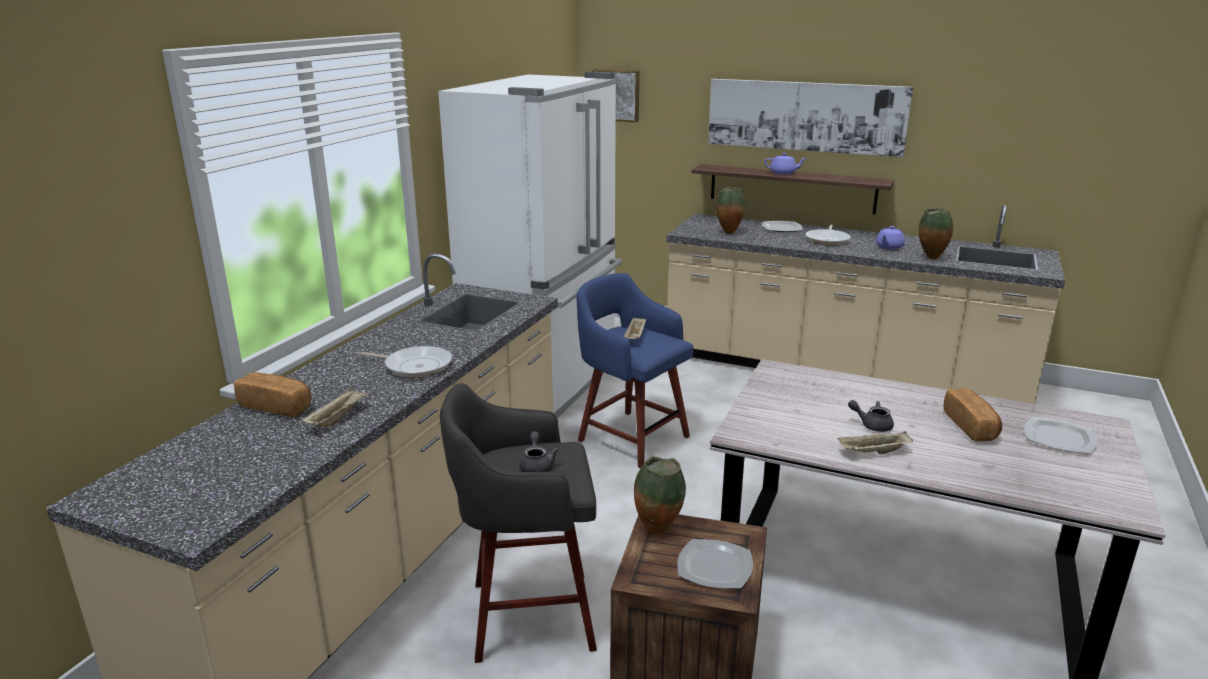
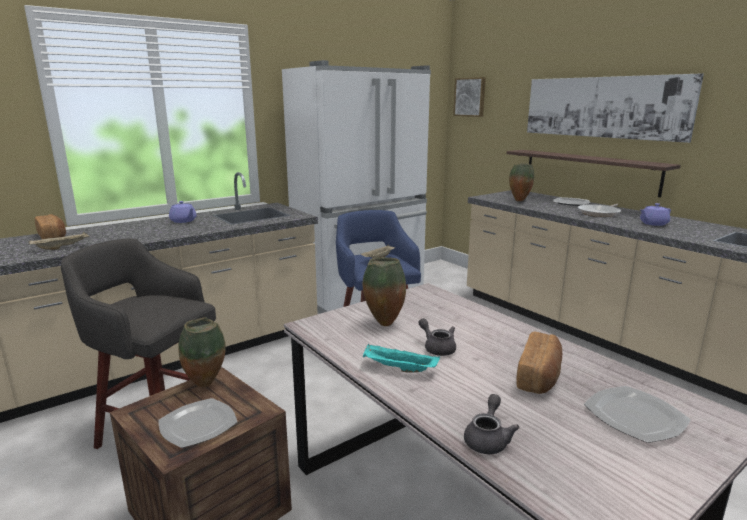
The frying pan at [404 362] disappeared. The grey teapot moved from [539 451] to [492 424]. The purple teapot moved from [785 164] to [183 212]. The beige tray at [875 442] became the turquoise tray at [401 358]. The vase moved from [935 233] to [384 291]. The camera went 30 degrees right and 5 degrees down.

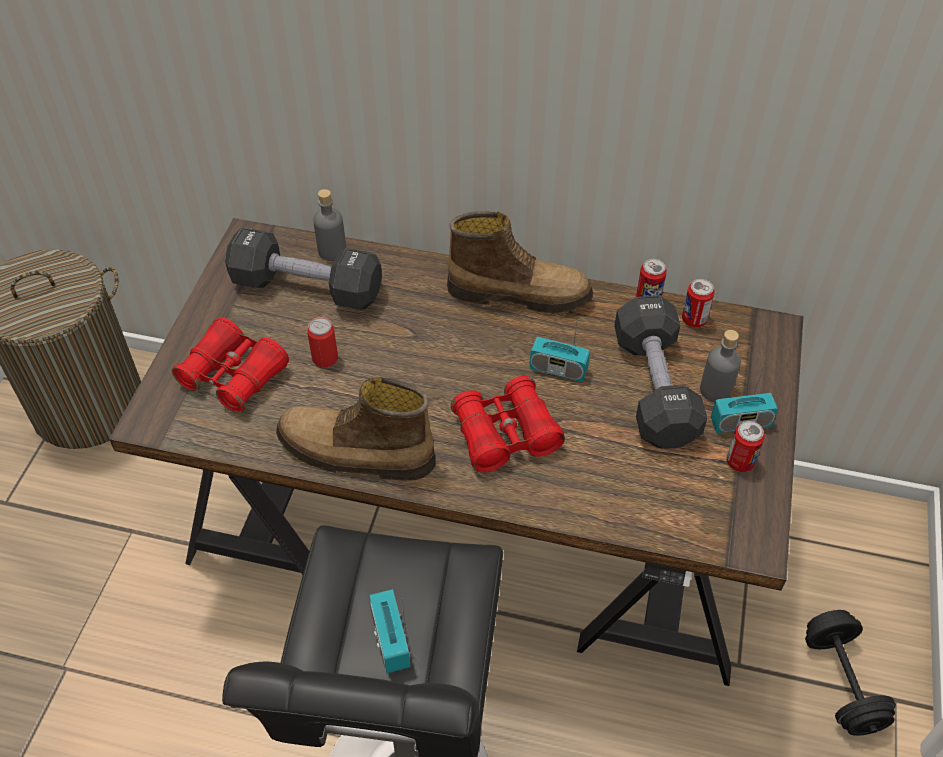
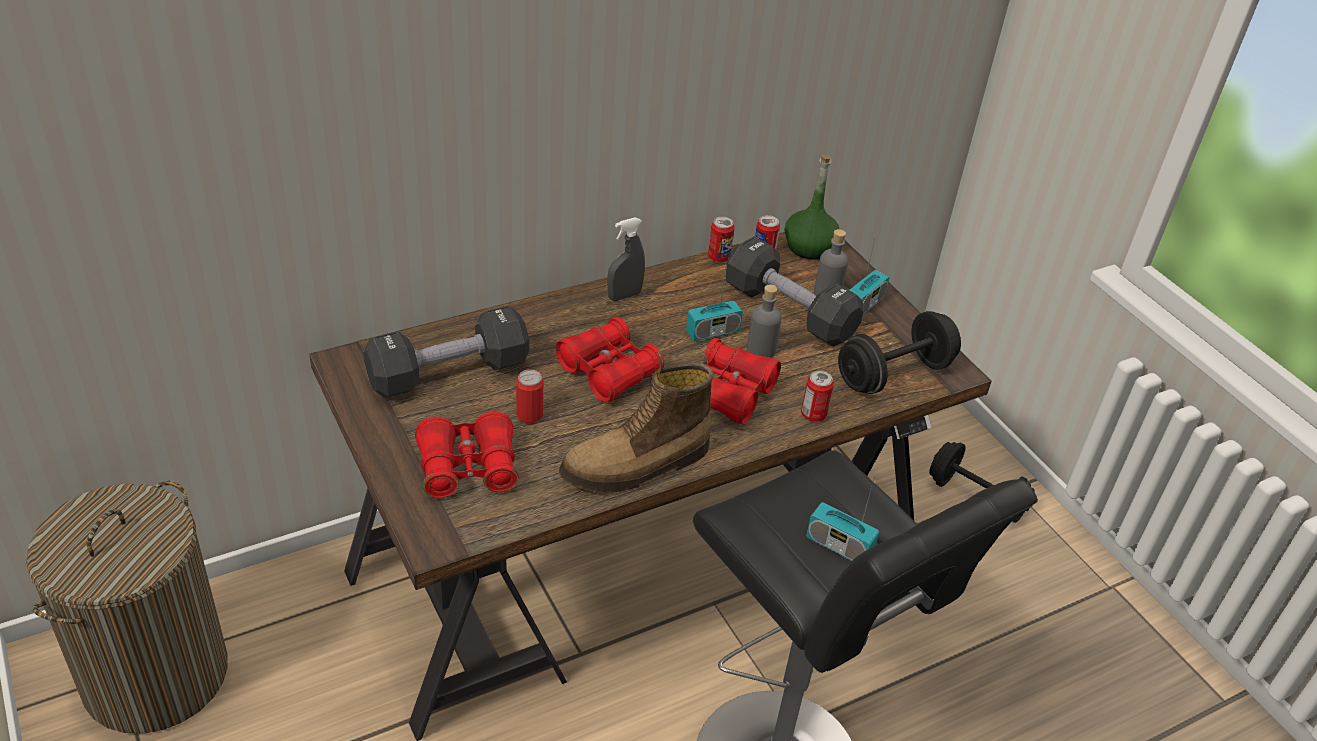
The grey bottle moved from [329 225] to [764 321]. The boot at [520 262] was replaced by the grey spray bottle at [626 259]. The can moved from [746 446] to [817 396]. The red binoculars at [610 360] appeared. The green bottle at [811 207] appeared. The black dumbbell at [899 352] appeared. The camera went 45 degrees left and 10 degrees down.

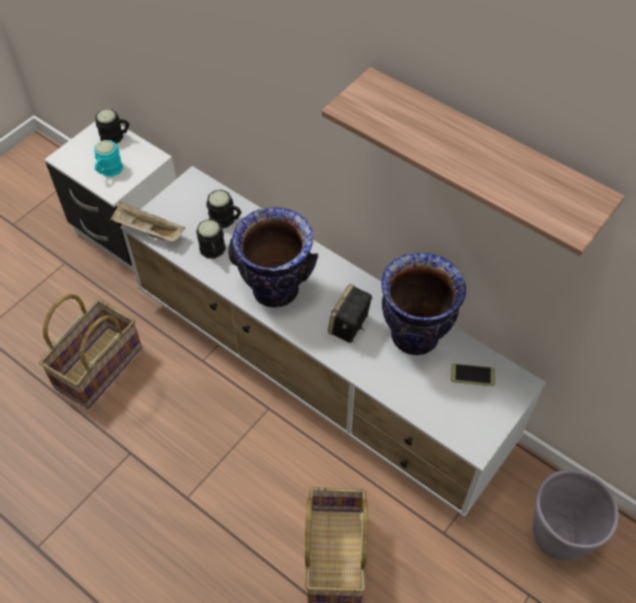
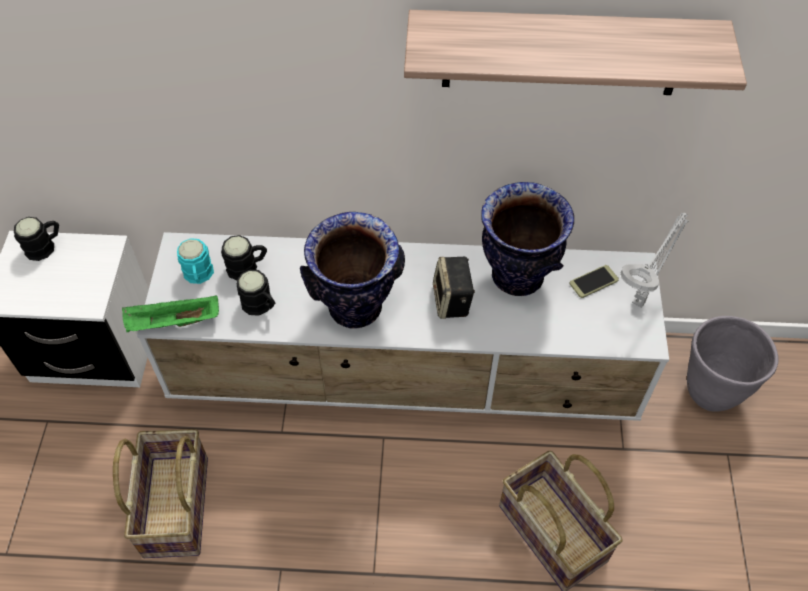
The turquoise mug moved from [108 158] to [195 261]. The beige tray at [147 221] became the green tray at [170 314]. The grey table lamp at [654 260] appeared. The camera went 35 degrees left and 0 degrees up.

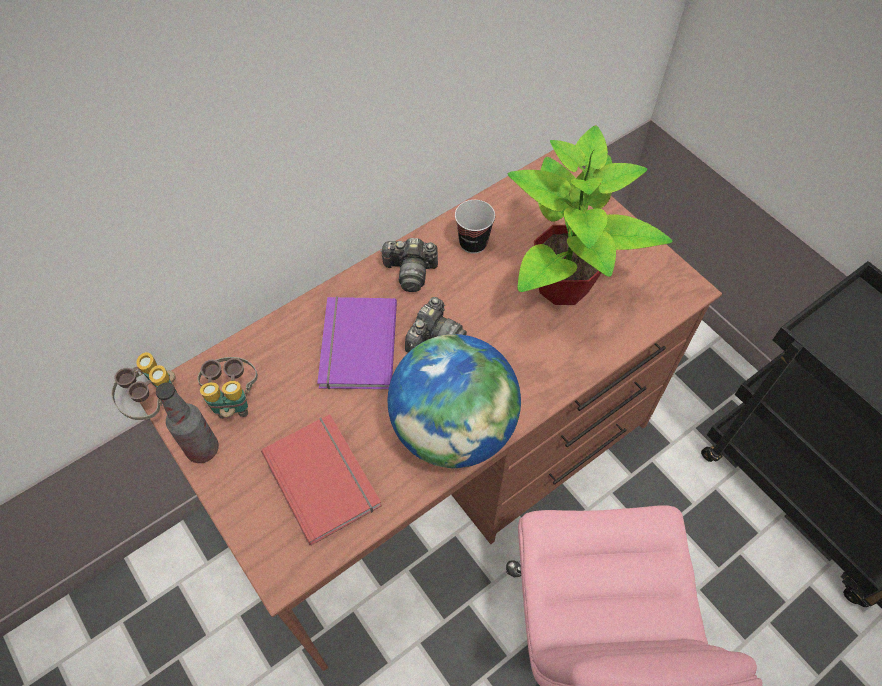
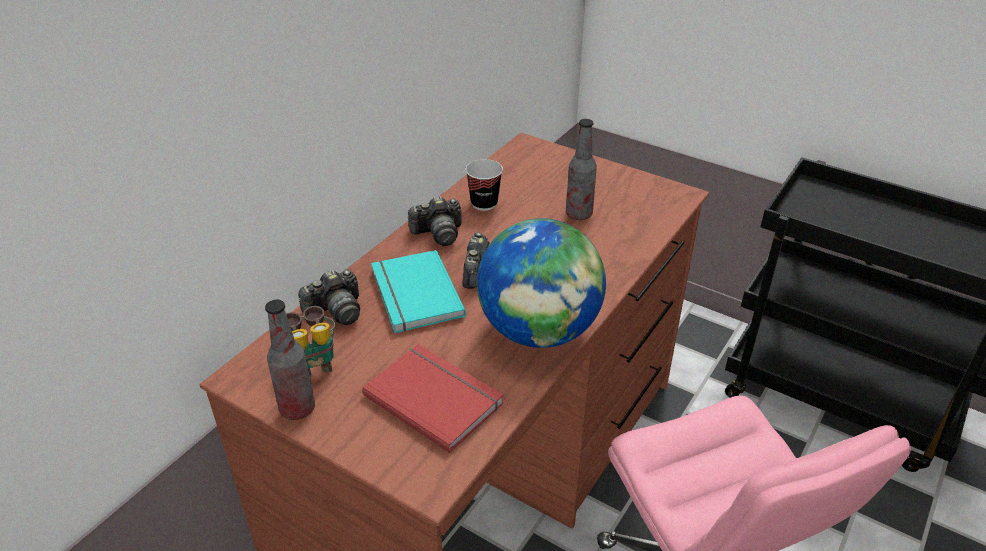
The binoculars at [144 386] disappeared. The purple book at [357 343] became the turquoise book at [418 291]. The potted plant at [590 215] was replaced by the bottle at [581 169]. The photo camera at [329 297] appeared. The camera went 20 degrees left and 20 degrees down.

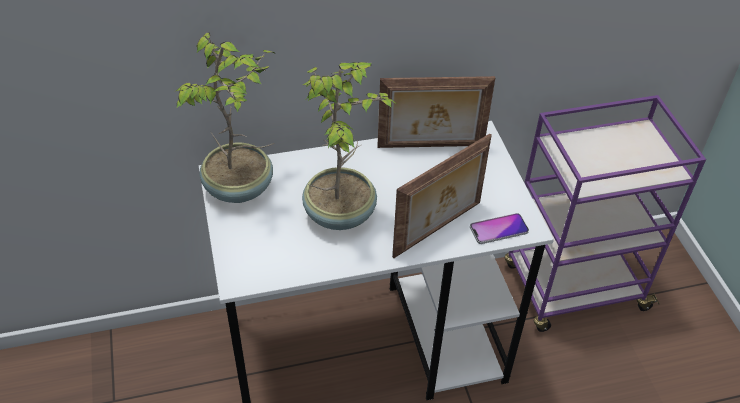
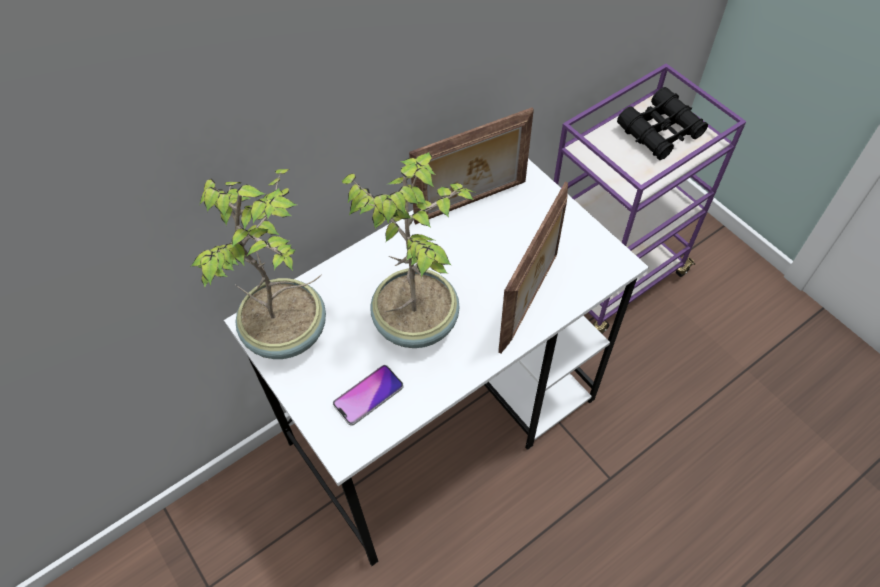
The phone moved from [499 228] to [368 395]. The black binoculars at [662 123] appeared. The camera went 20 degrees left and 10 degrees up.

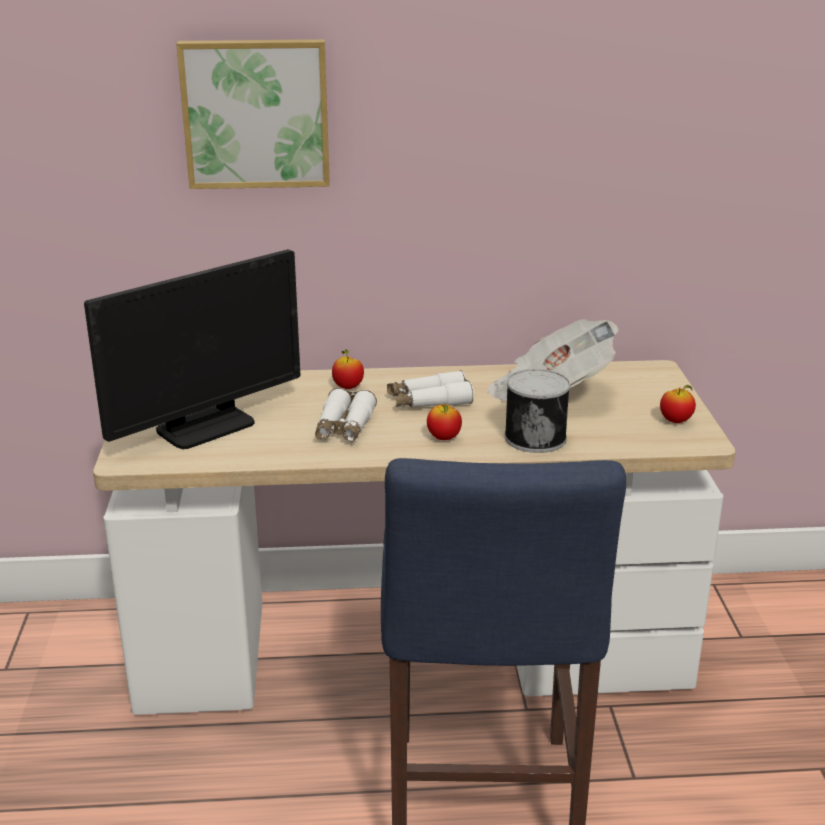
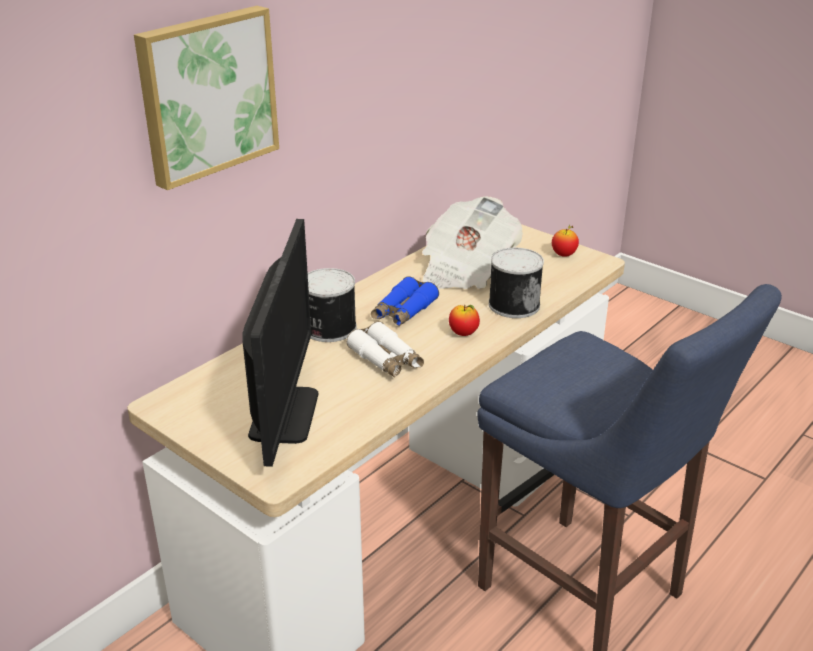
The apple at [348 369] was replaced by the can at [332 305]. The white binoculars at [430 389] became the blue binoculars at [405 301]. The camera went 45 degrees left and 5 degrees up.

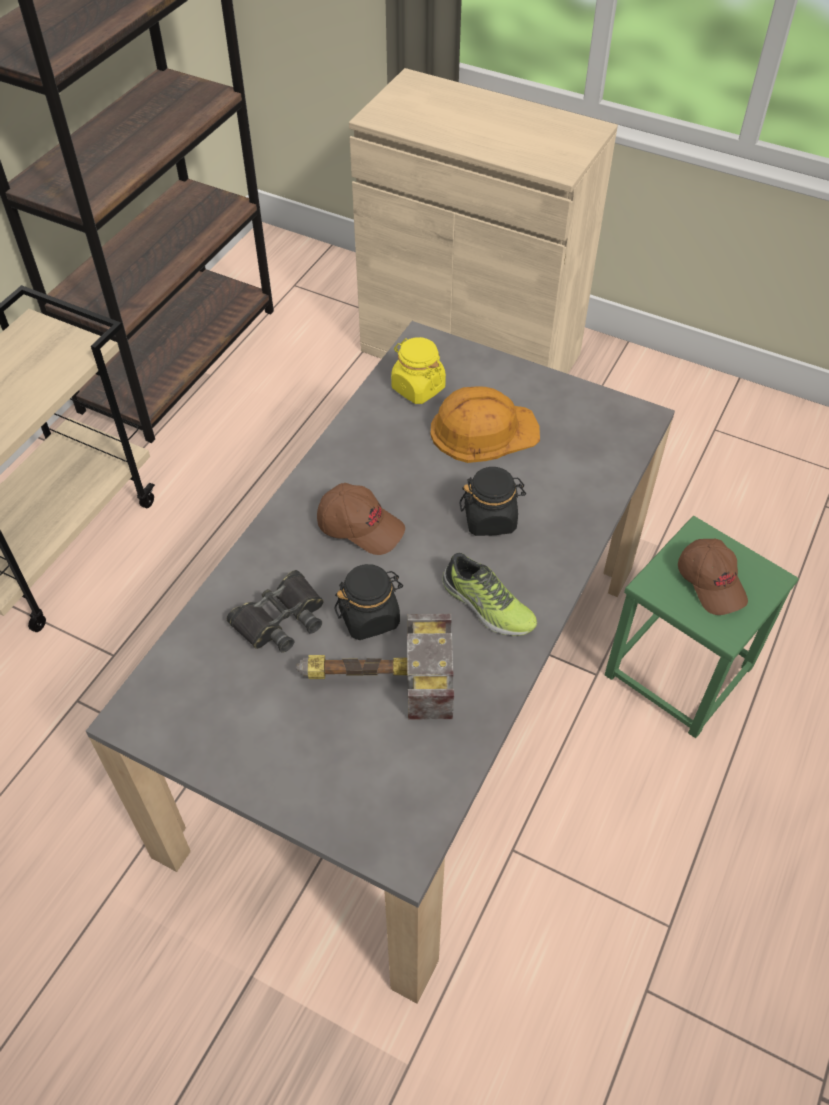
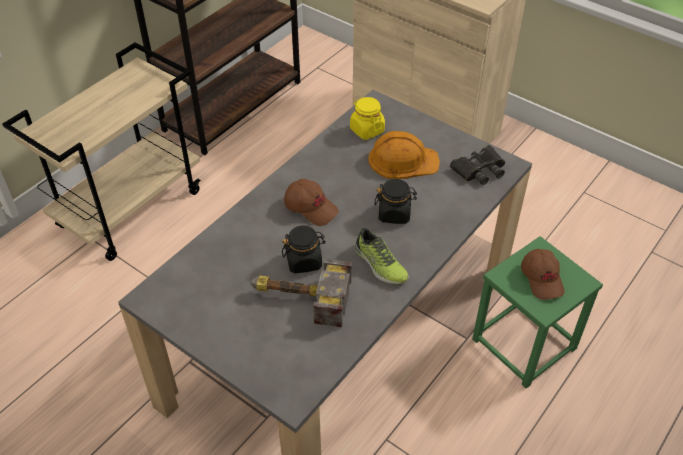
The black binoculars moved from [275 611] to [477 165]. The camera went 10 degrees right and 5 degrees down.

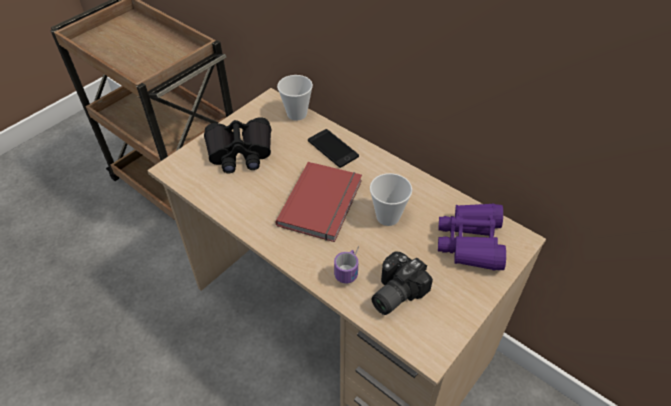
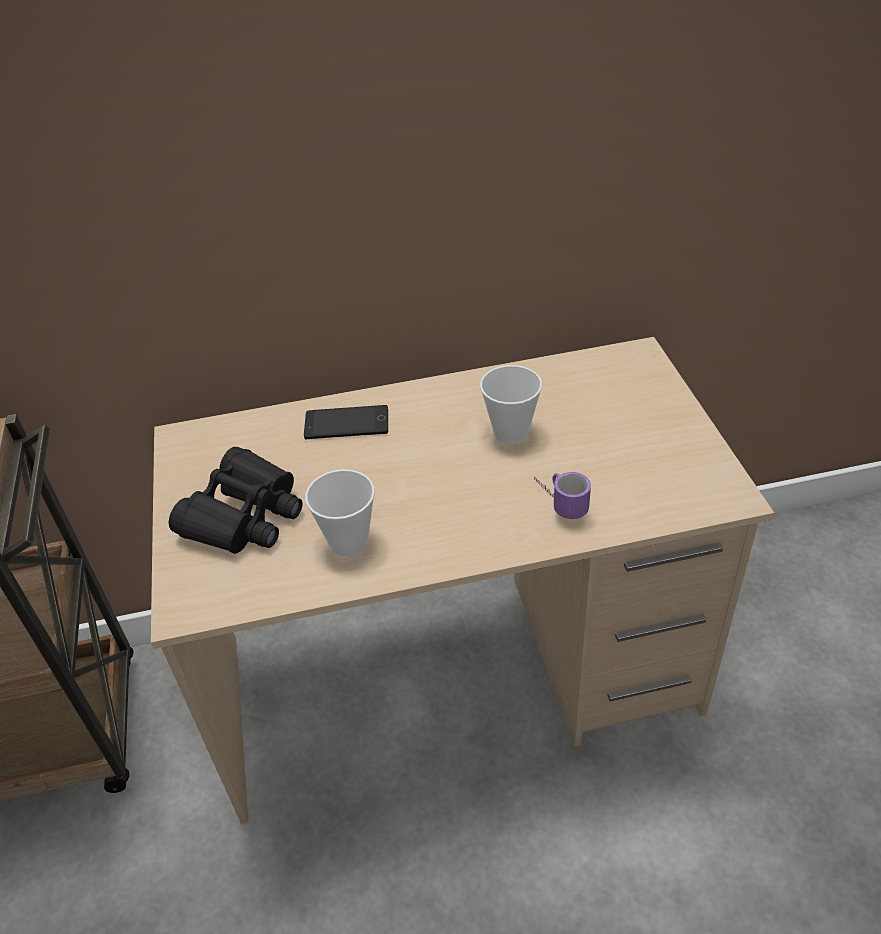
The red book at [319 202] disappeared. The cup moved from [295 98] to [340 512]. The photo camera at [402 283] disappeared. The purple binoculars at [472 237] disappeared. The camera went 50 degrees left and 5 degrees down.

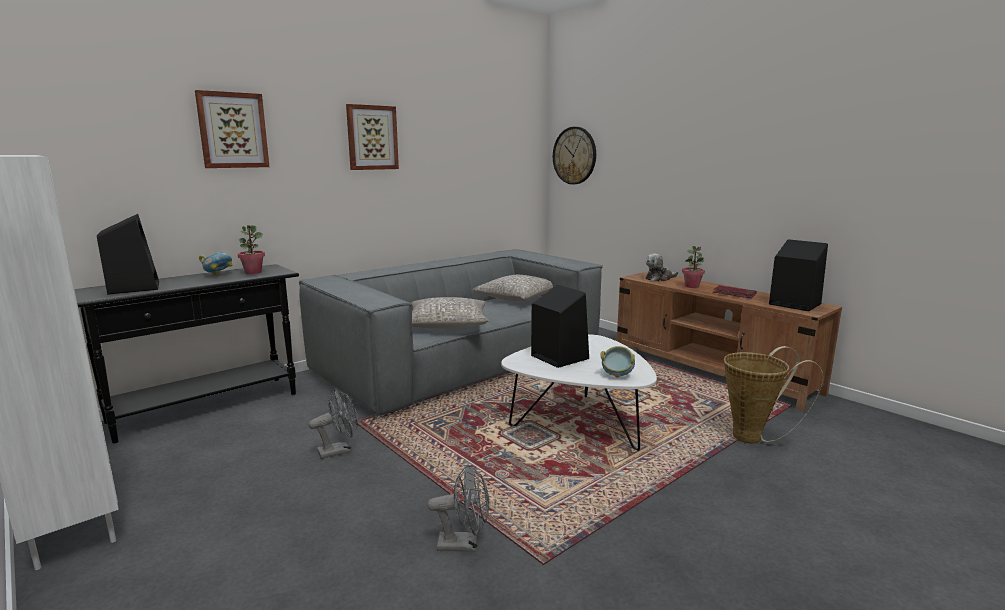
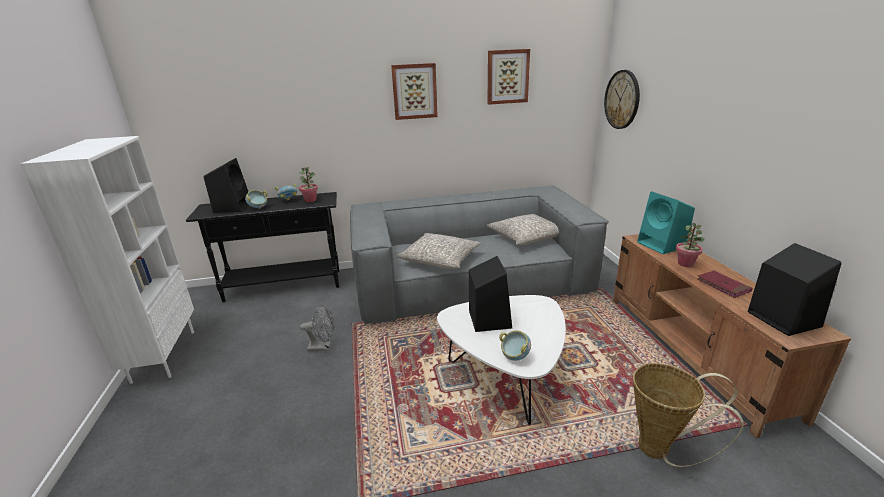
The picture moved from [232 129] to [508 77]. The grey fan at [458 508] disappeared. The plush toy at [661 268] was replaced by the turquoise speaker at [666 222]. The bowl at [256 199] appeared. The camera went 30 degrees right and 10 degrees up.

